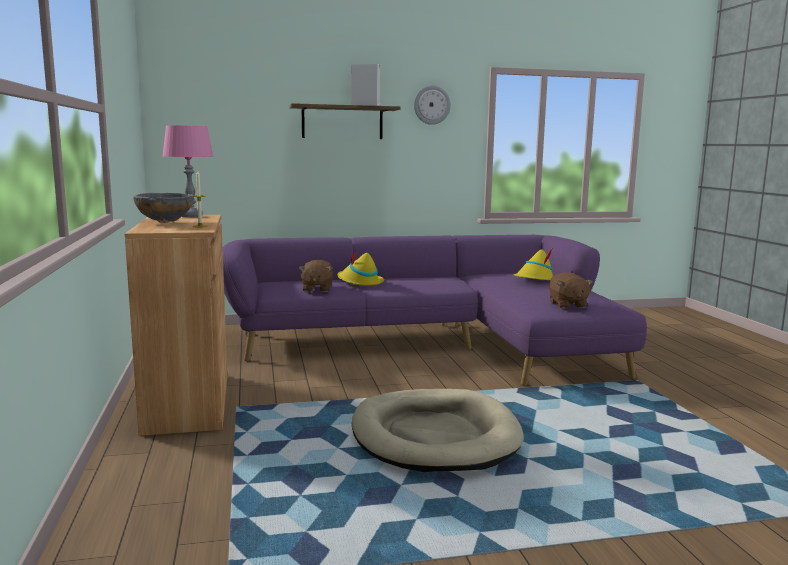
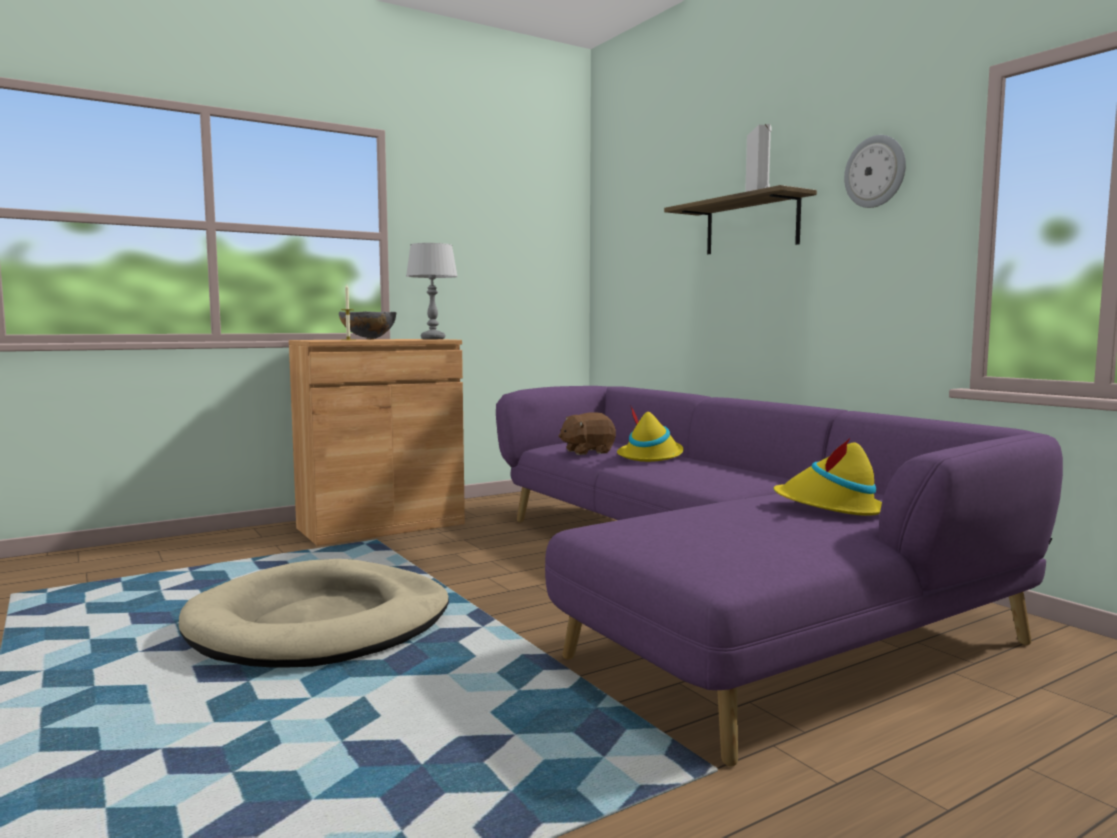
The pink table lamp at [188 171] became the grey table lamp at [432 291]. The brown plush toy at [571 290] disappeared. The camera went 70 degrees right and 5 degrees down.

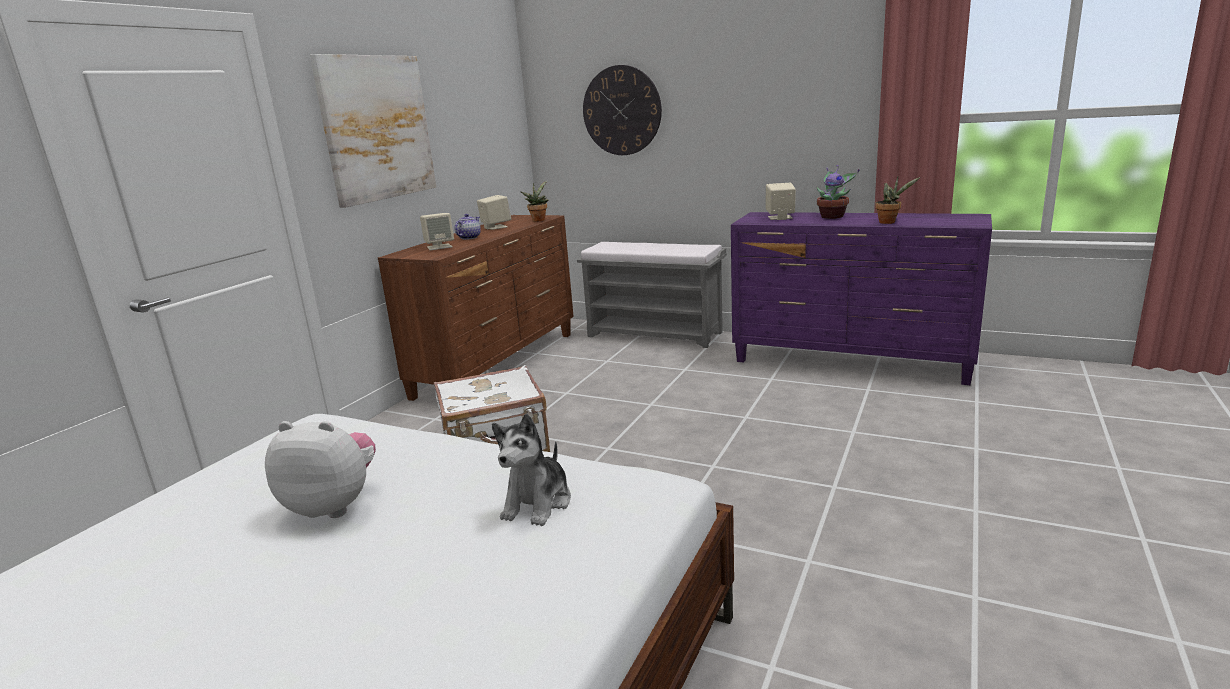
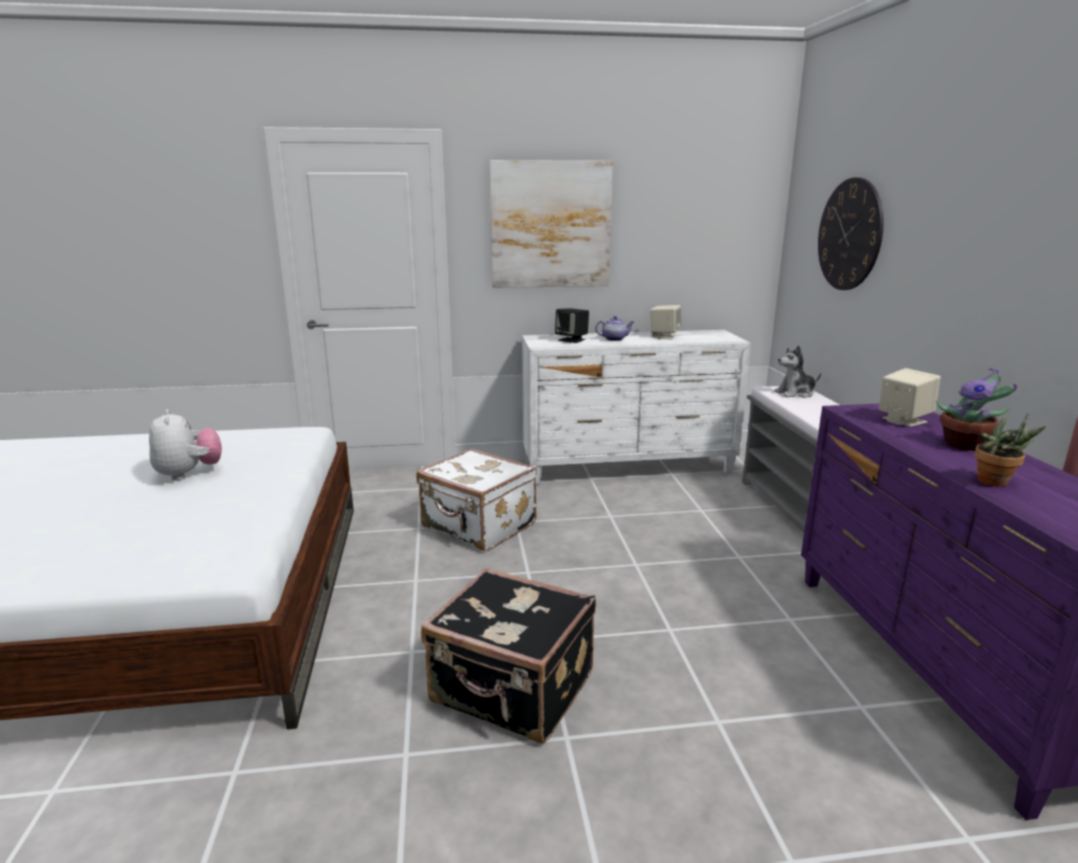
The brown dresser at [476 308] became the white dresser at [636 407]. The beige speaker at [437 231] became the black speaker at [572 325]. The plush toy moved from [531 470] to [797 371]. The potted plant at [534 201] disappeared. The black suitcase at [508 655] appeared. The camera went 55 degrees right and 0 degrees up.

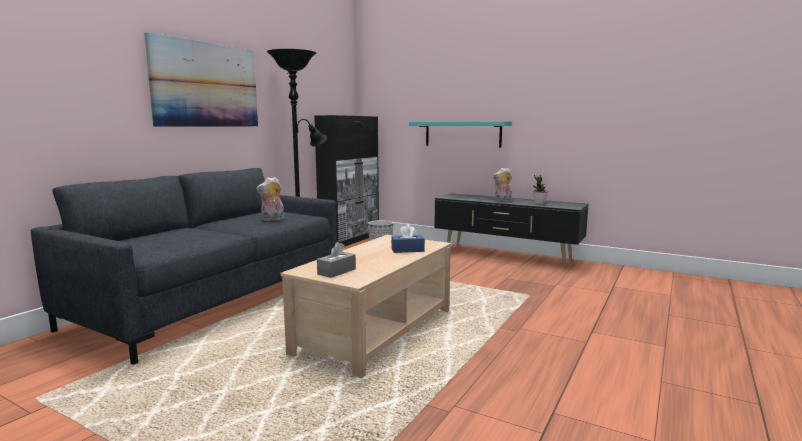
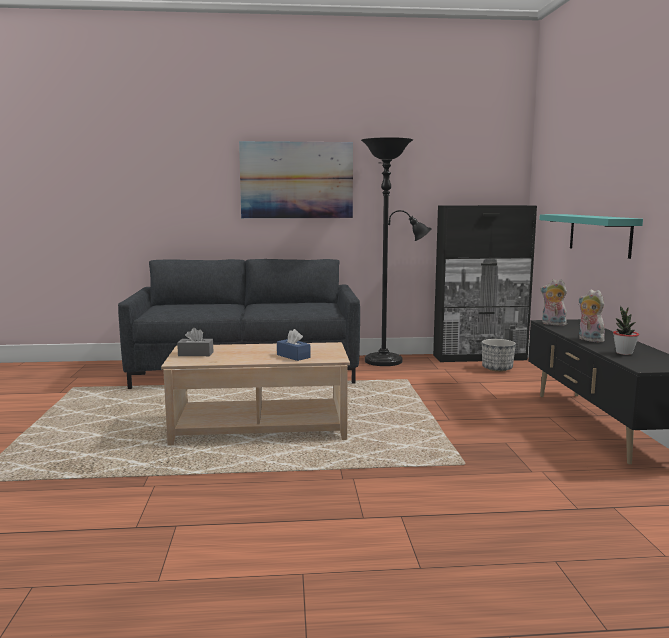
The plush toy moved from [270 199] to [553 302]. The camera went 55 degrees right and 0 degrees up.

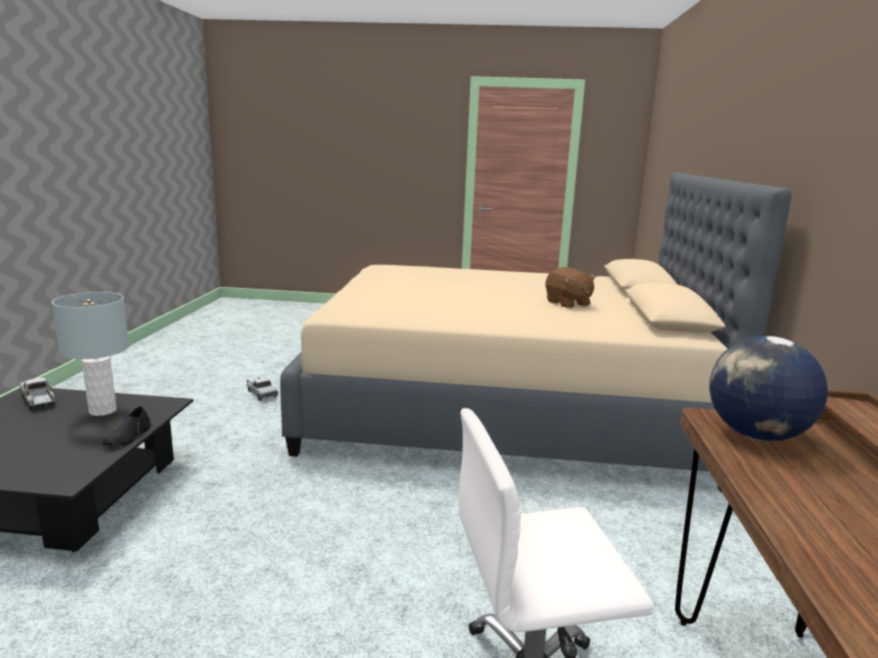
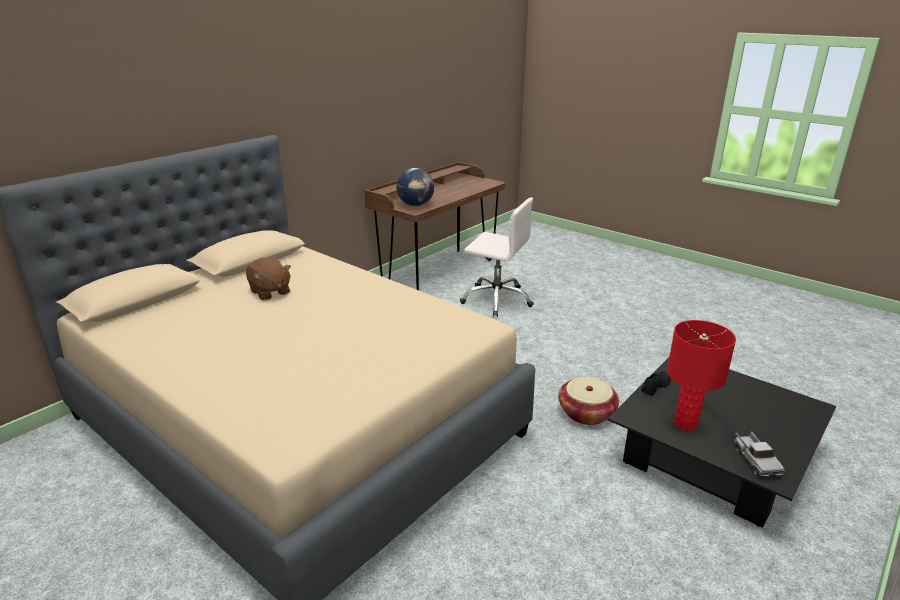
The grey table lamp at [90 354] became the red table lamp at [701 375]. The toy truck at [262 389] disappeared. The brown plush toy at [571 287] turned 135 degrees clockwise. The basket at [588 401] appeared. The camera went 145 degrees left and 10 degrees up.

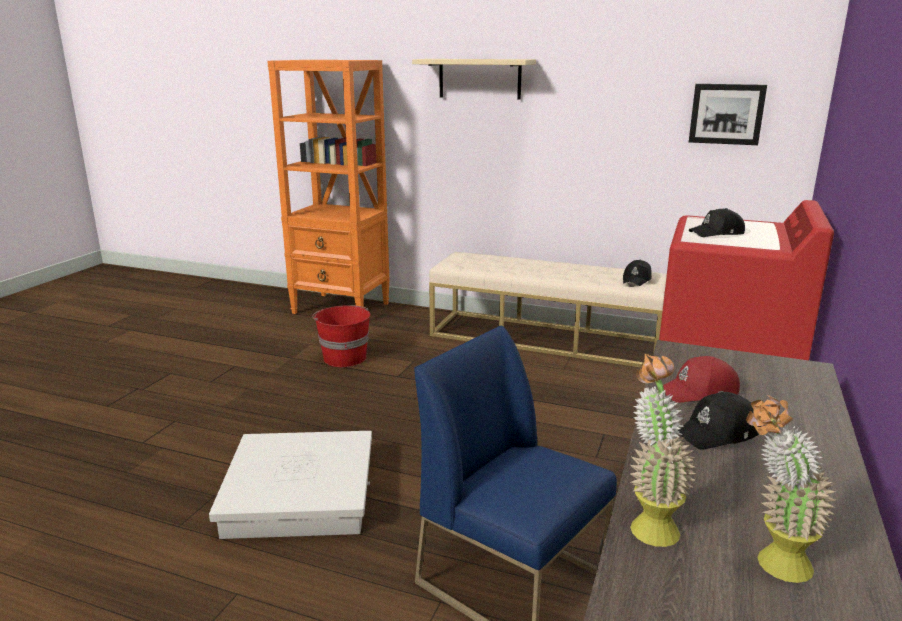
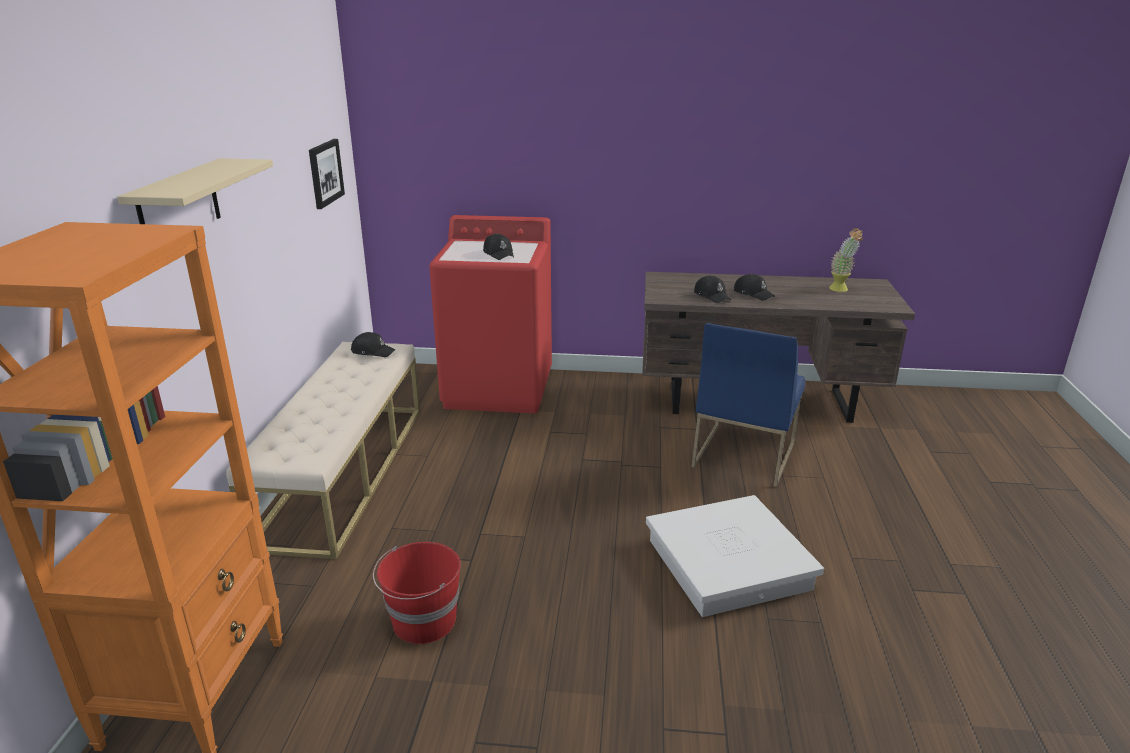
The potted plant at [663 450] disappeared. The red cap at [701 379] became the black cap at [712 289]. The camera went 105 degrees left and 5 degrees up.

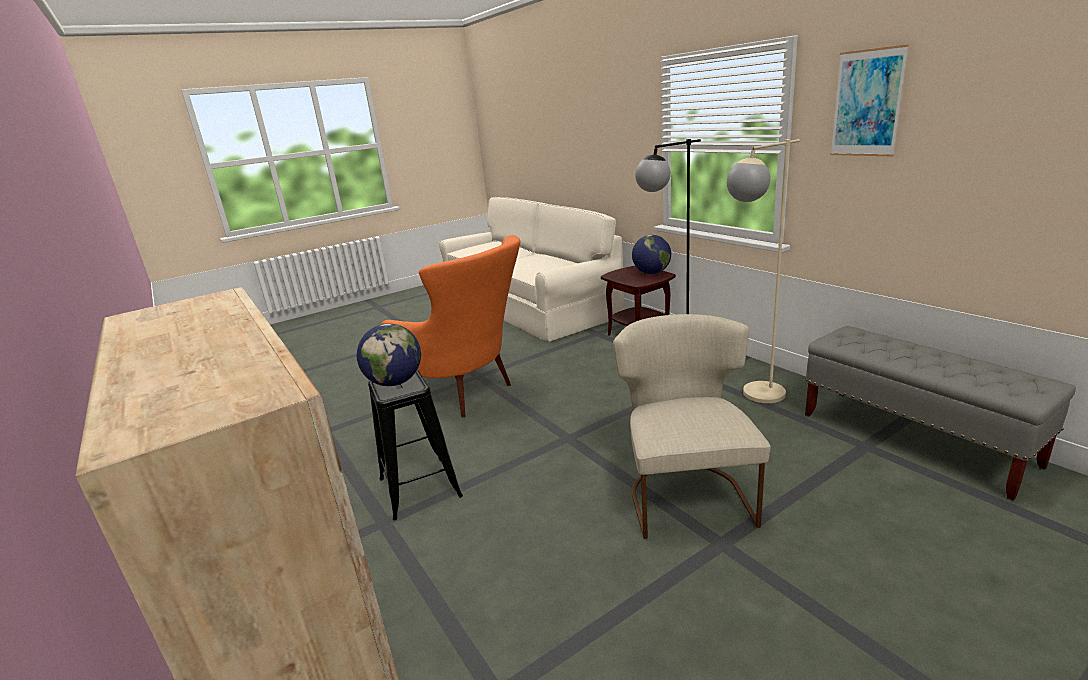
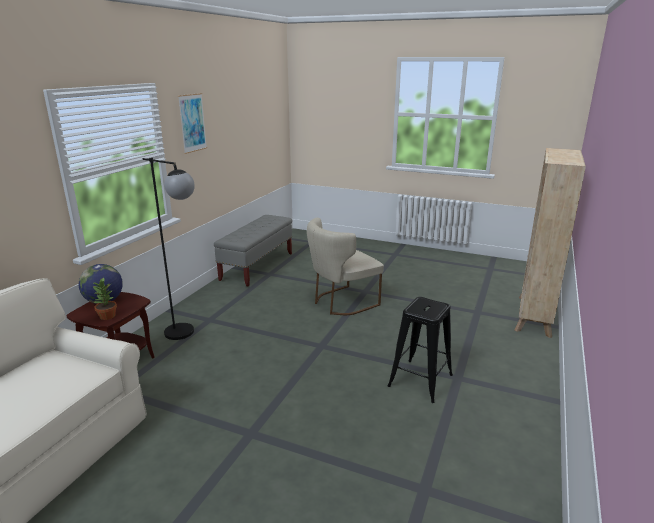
The globe at [389 355] disappeared. The orange armchair at [450 326] disappeared. The beige floor lamp at [763 271] disappeared. The potted plant at [104 298] appeared. The camera went 125 degrees left and 0 degrees up.

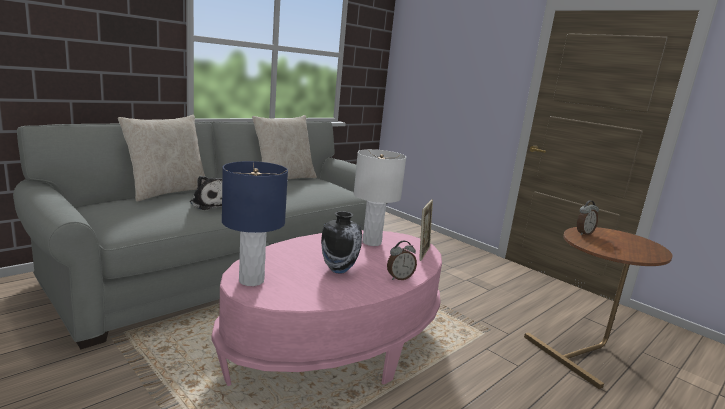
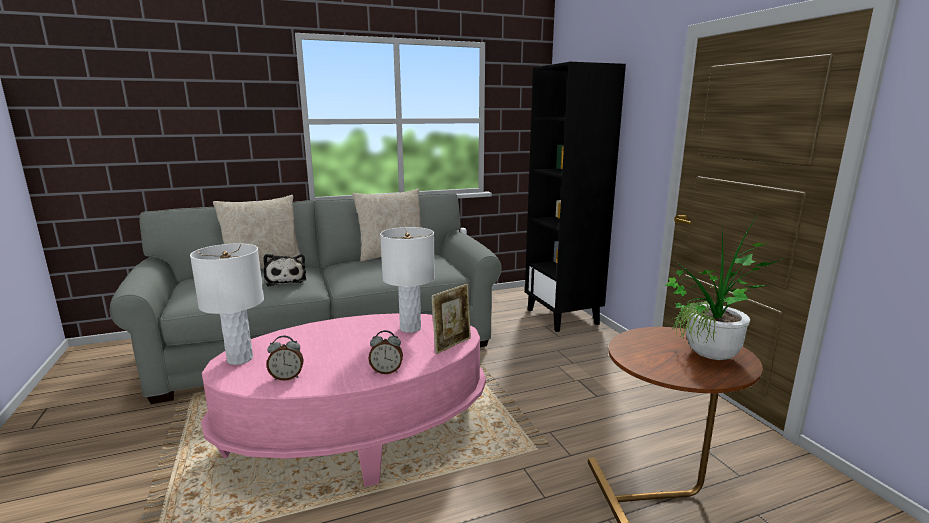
The blue table lamp at [255 223] became the white table lamp at [227 304]. The vase at [341 242] disappeared. The alarm clock moved from [588 217] to [285 358]. The black bookcase at [575 197] appeared. The potted plant at [724 287] appeared. The camera went 25 degrees right and 0 degrees up.

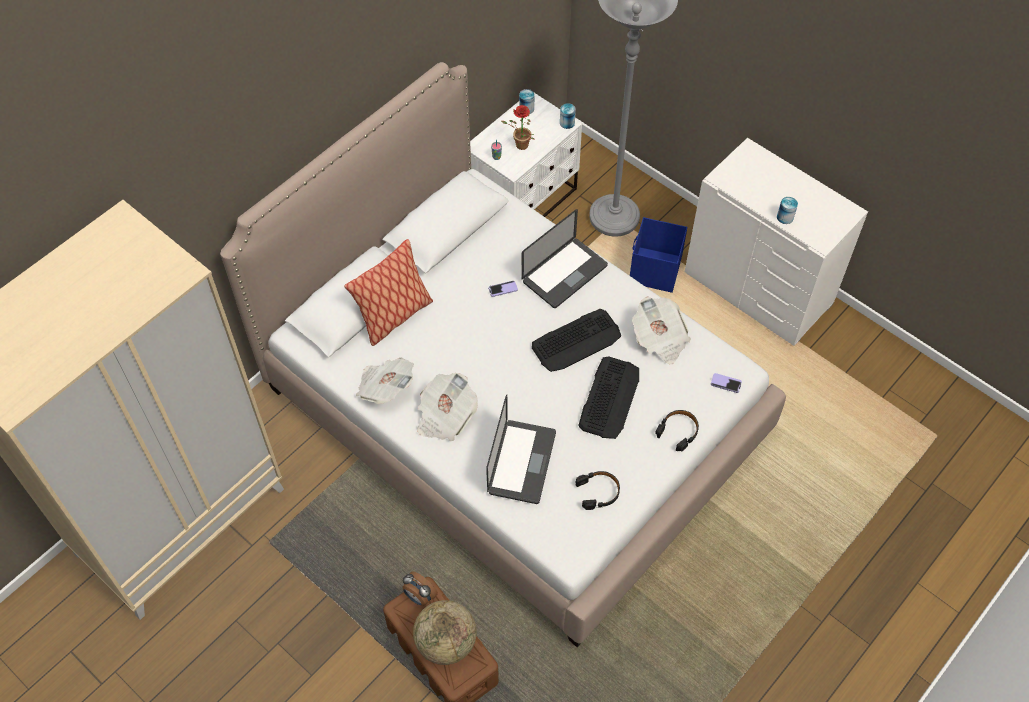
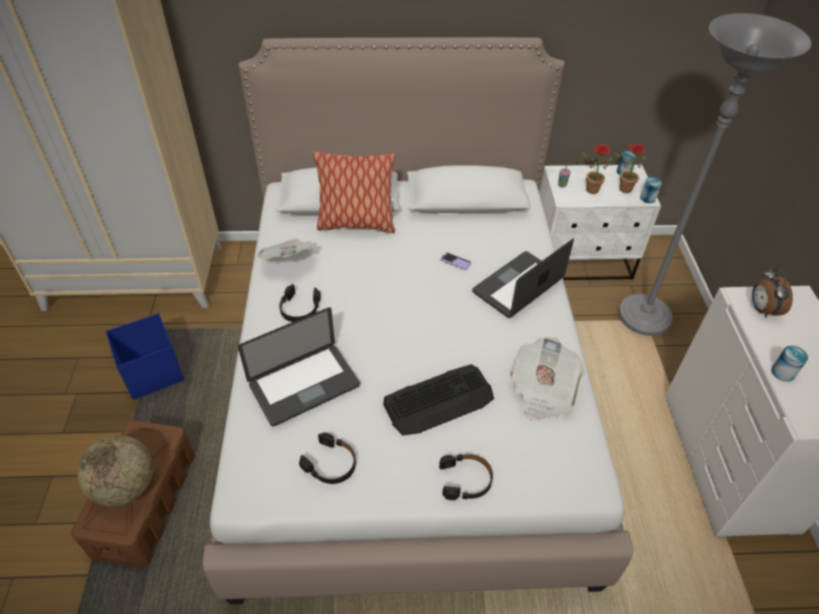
The alarm clock moved from [420 588] to [772 293]. The newspaper at [447 407] was replaced by the black headphones at [299 303]. The laptop at [564 258] turned 135 degrees clockwise. The keyboard at [576 340] disappeared. The blue storage box moved from [658 255] to [144 356]. The phone at [726 383] disappeared. The potted plant at [630 168] appeared. The camera went 45 degrees right and 10 degrees down.

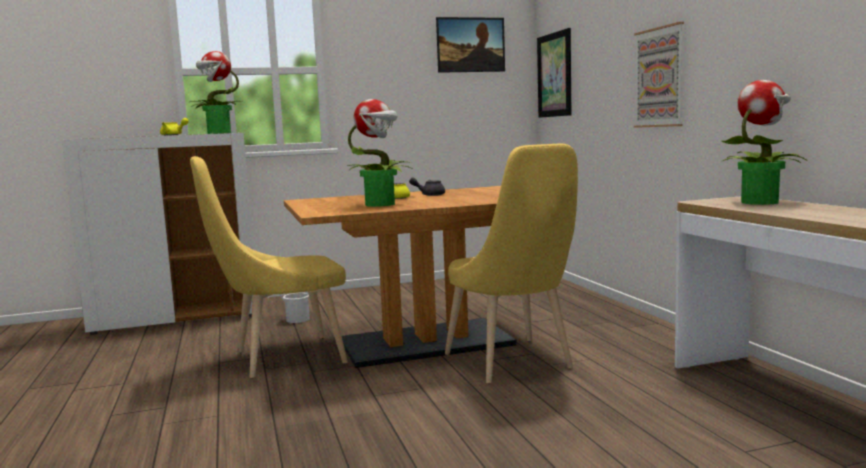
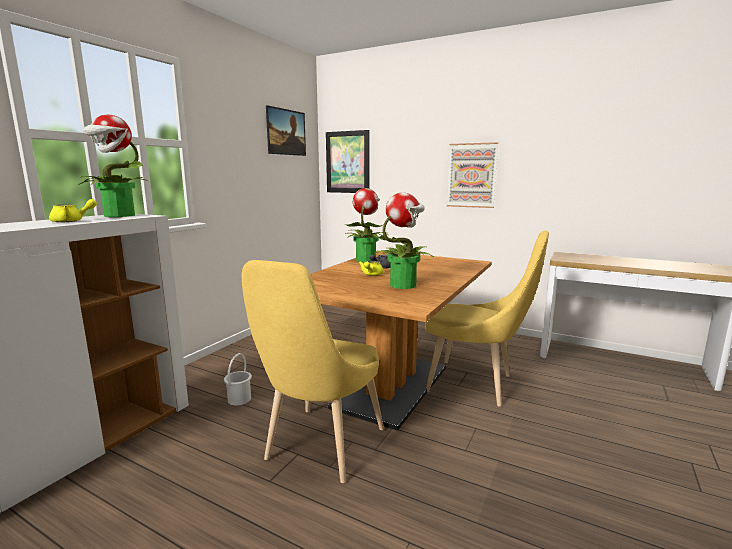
The potted plant moved from [764 142] to [366 225]. The camera went 45 degrees left and 5 degrees up.

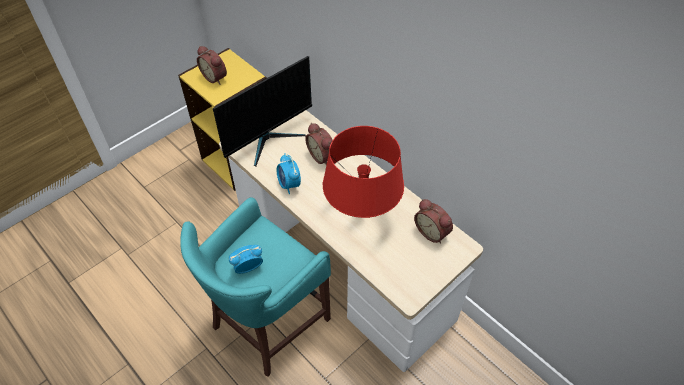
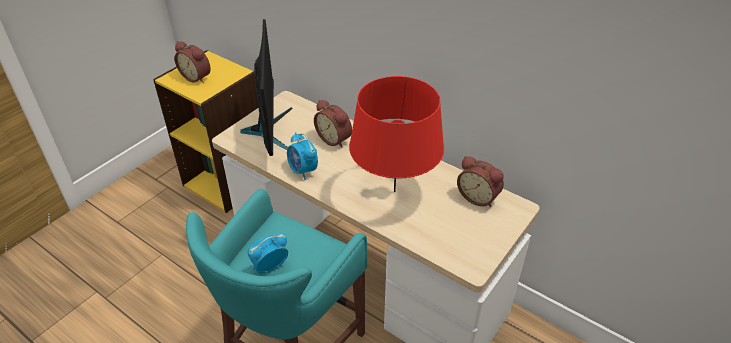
The monitor at [262 111] turned 45 degrees counterclockwise. The camera went 10 degrees left and 10 degrees down.

